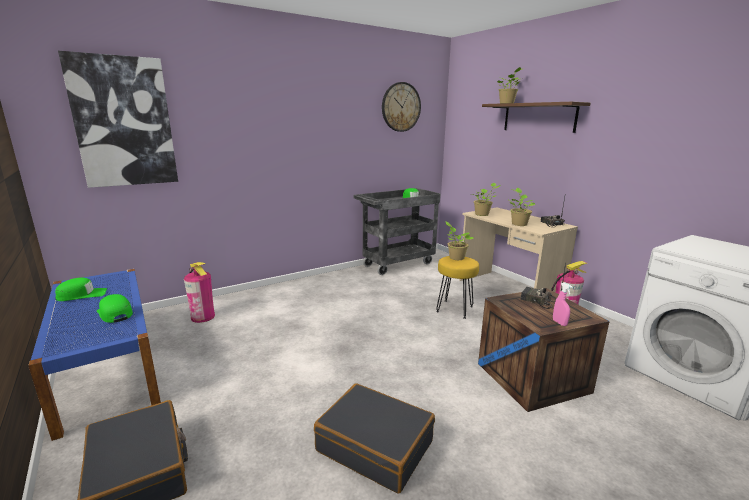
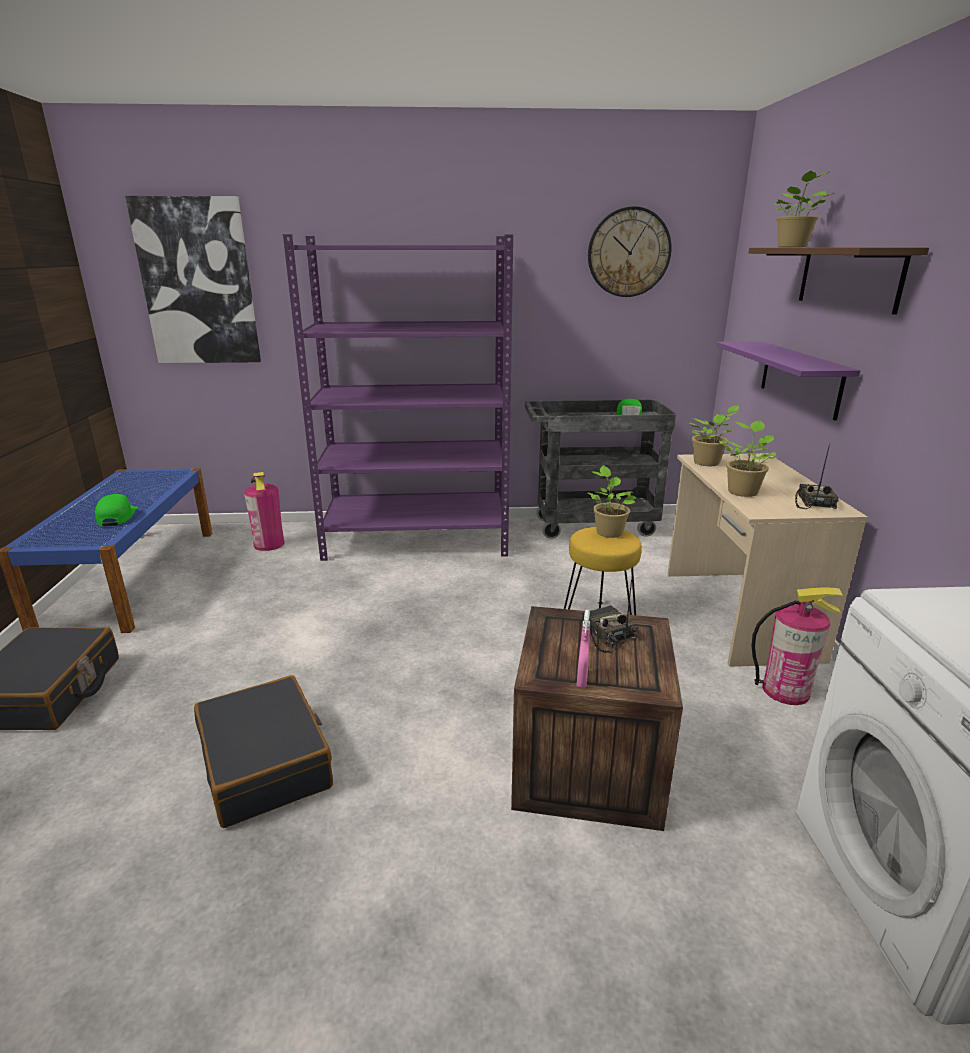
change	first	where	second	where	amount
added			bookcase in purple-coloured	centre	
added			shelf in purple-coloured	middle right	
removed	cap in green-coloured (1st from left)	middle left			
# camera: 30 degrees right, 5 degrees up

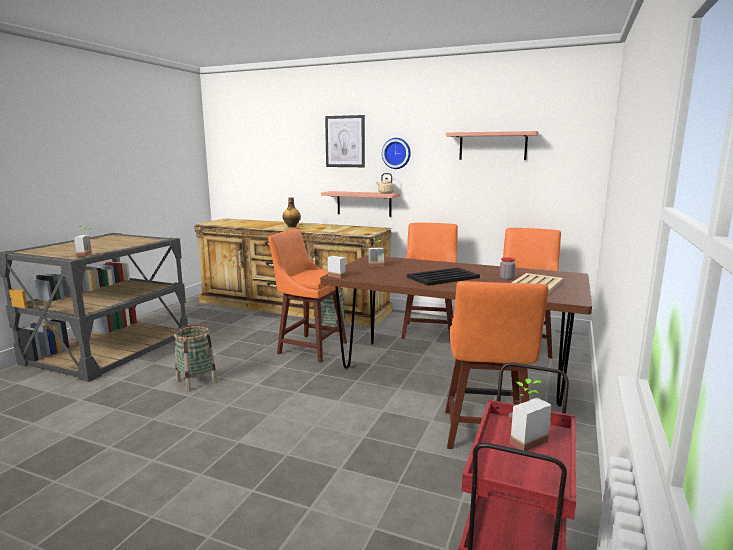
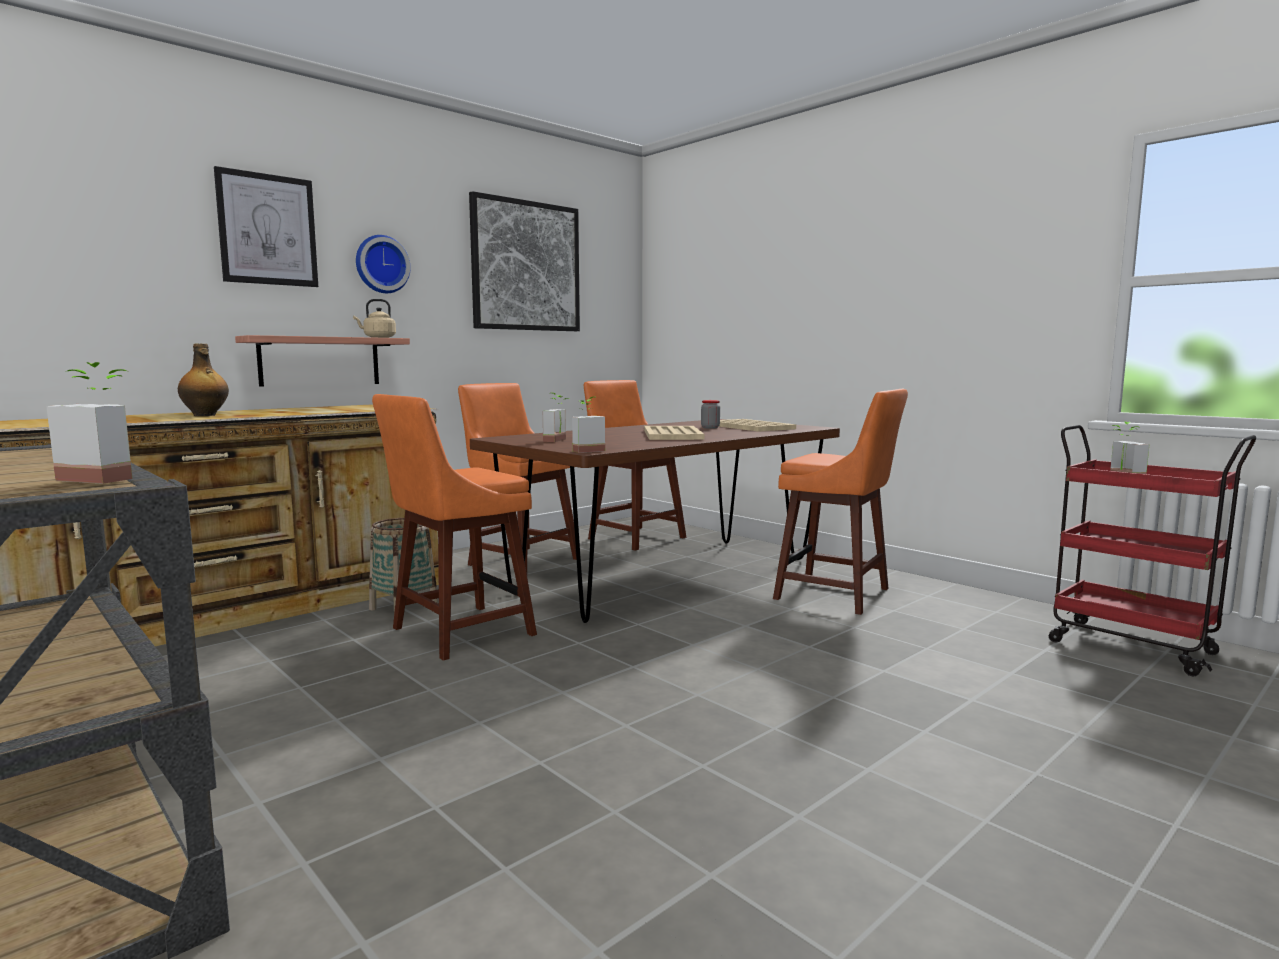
change	first	where	second	where	amount
replaced	shelf (2nd from left)	top right	wall art (2nd from left)	top centre	
recoloured	carrying tray in black-coloured	centre	carrying tray in sand-coloured (1st from left)	centre	
removed	basket (1st from left)	middle left			
# camera: 65 degrees left, 5 degrees down

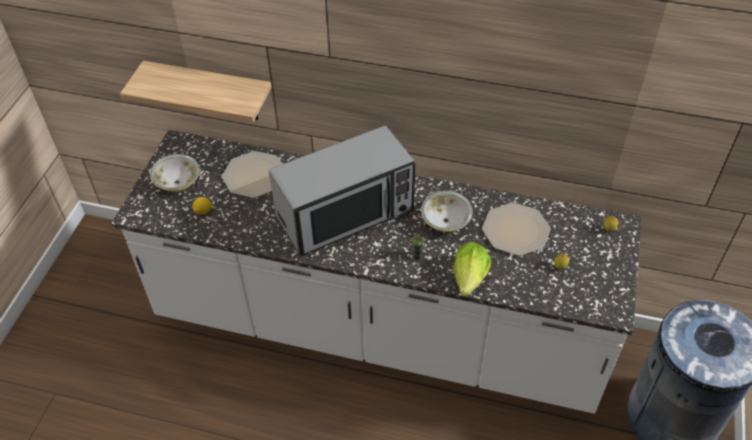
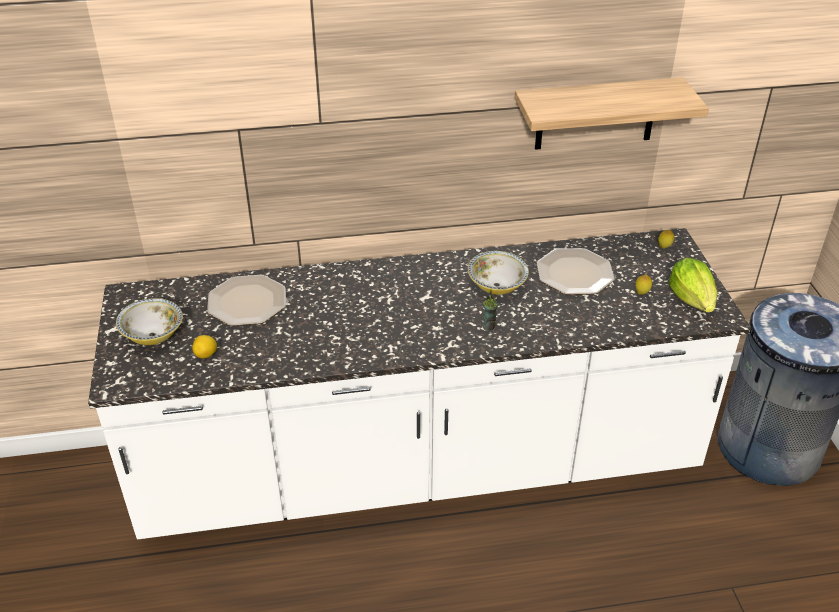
change	first	where	second	where	amount
moved	shelf	top left		top right	
moved	lettuce	centre		middle right	
removed	kitchen microwave	centre			
# camera: 25 degrees left, 10 degrees down

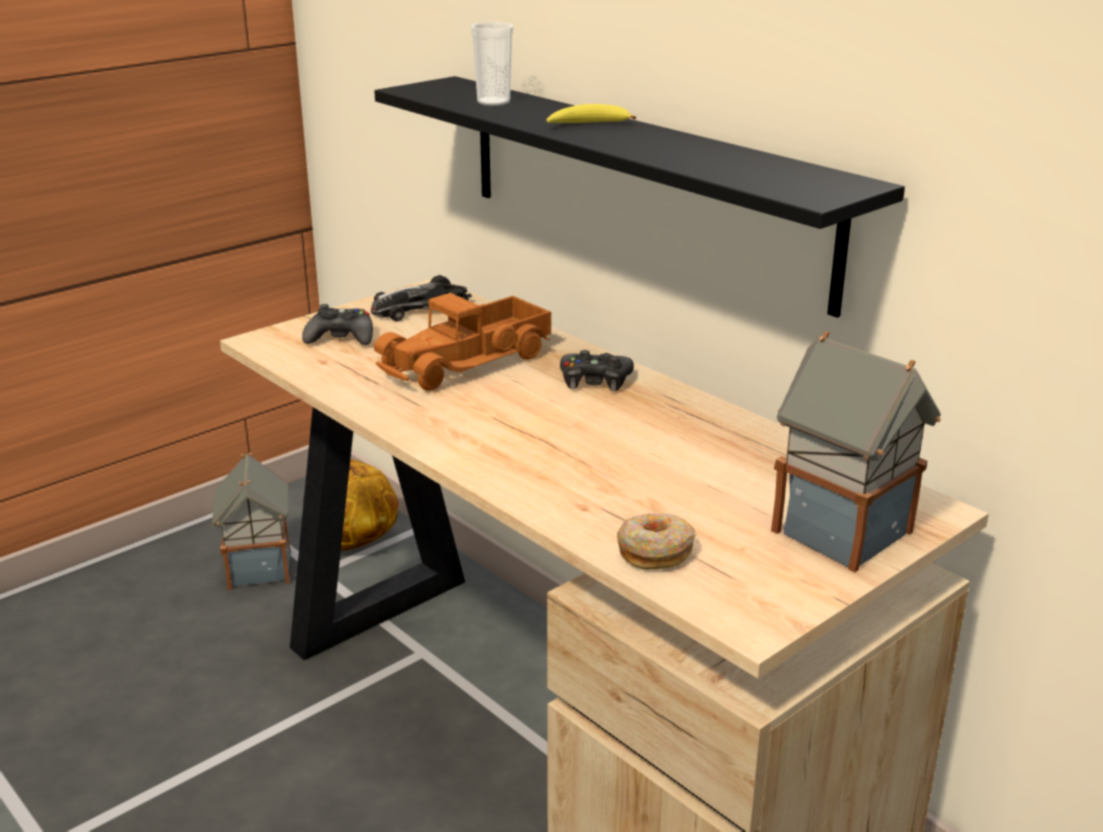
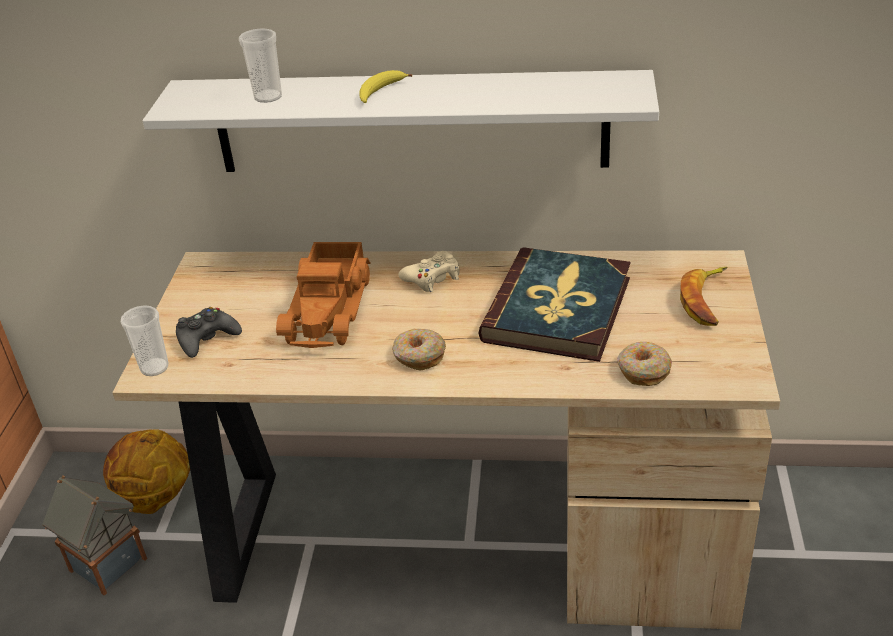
change	first	where	second	where	amount
added			cup (1st from left)	middle left	
recoloured	shelf in black-coloured	top centre	shelf in whitish	top centre	
added			donut (1st from left)	centre	
recoloured	game controller in black-coloured (2nd from left)	centre	game controller in sand-coloured	centre	
added			bound book	centre	
replaced	miniature house (2nd from left)	middle right	banana (2nd from left)	middle right	
removed	model car	centre			
# camera: 40 degrees left, 10 degrees up

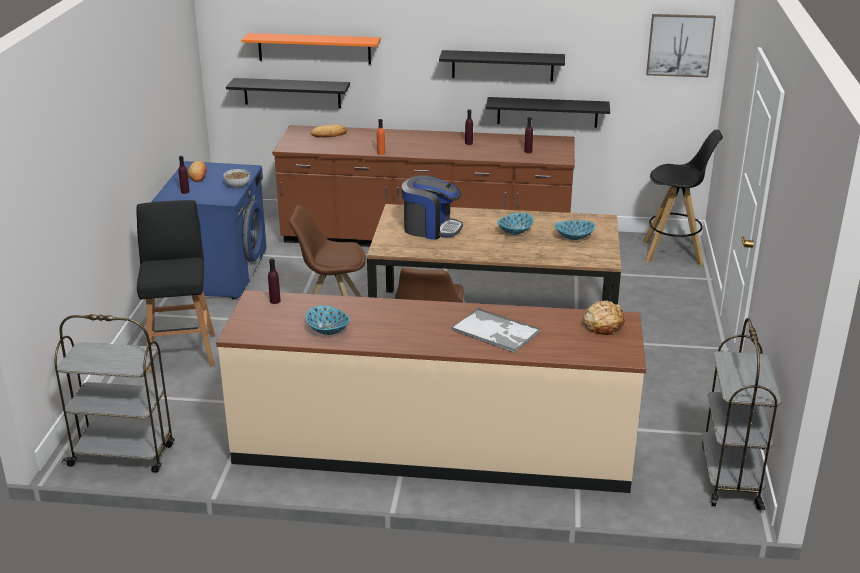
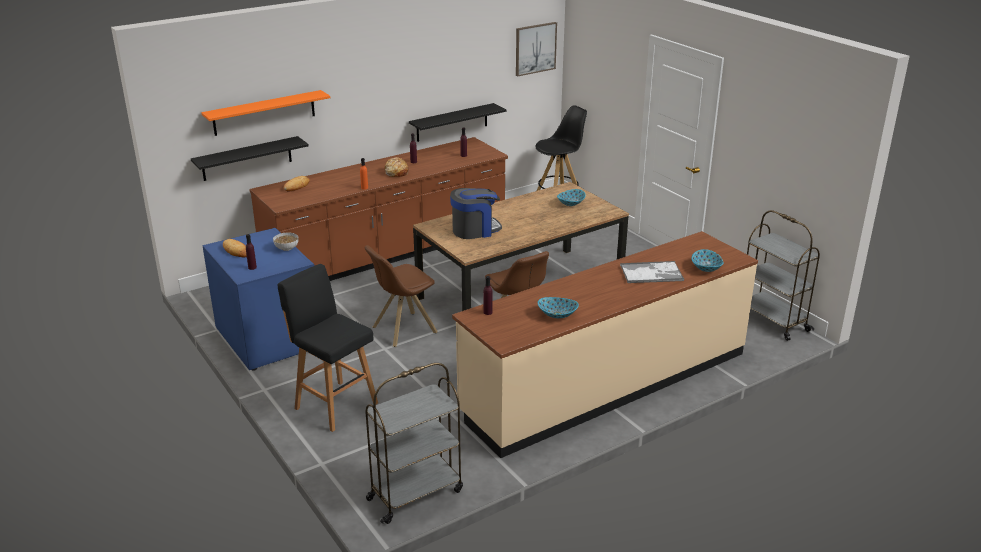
change	first	where	second	where	amount
moved	bakery bread (3rd from left)	middle right		top centre	
moved	deep dish (3rd from left in the first image)	centre	deep dish (4th from left)	middle right	
removed	shelf in black-coloured (2nd from left)	top centre			
# camera: 40 degrees left, 0 degrees up

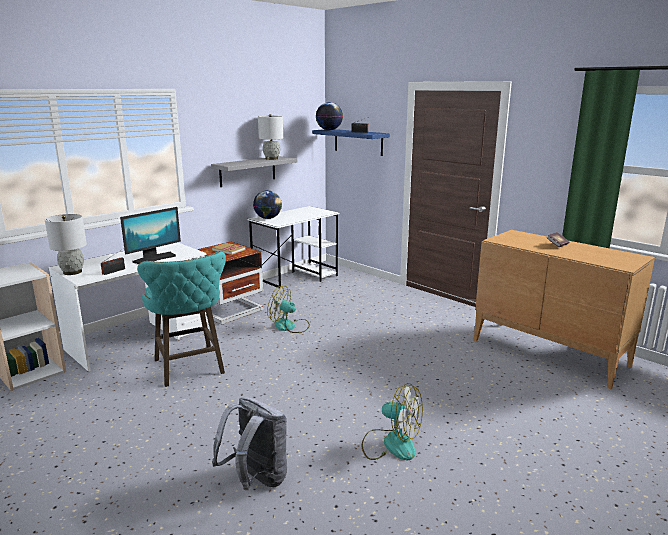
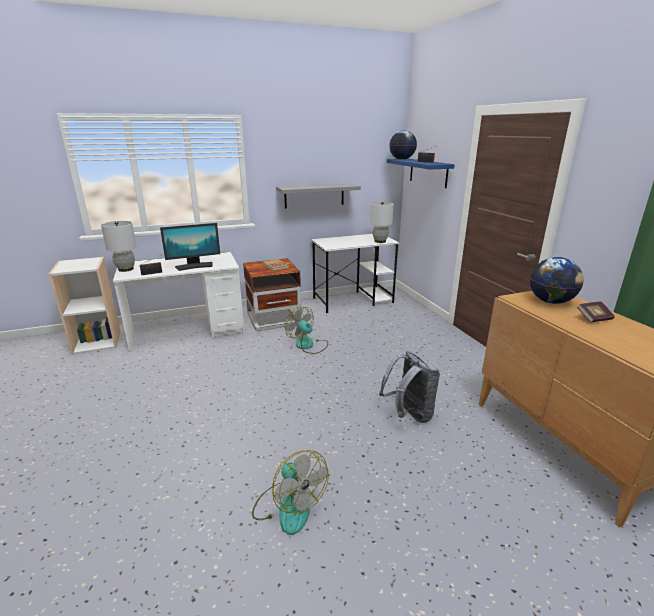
change	first	where	second	where	amount
moved	tabletop lamp in whitish (2nd from left)	top centre		centre	
moved	rucksack in greyish	bottom centre		centre	
moved	desk globe (1st from left in the first image)	centre	desk globe (2nd from left)	middle right	
removed	stool in turquoise-coloured	middle left			
# camera: 25 degrees right, 5 degrees up

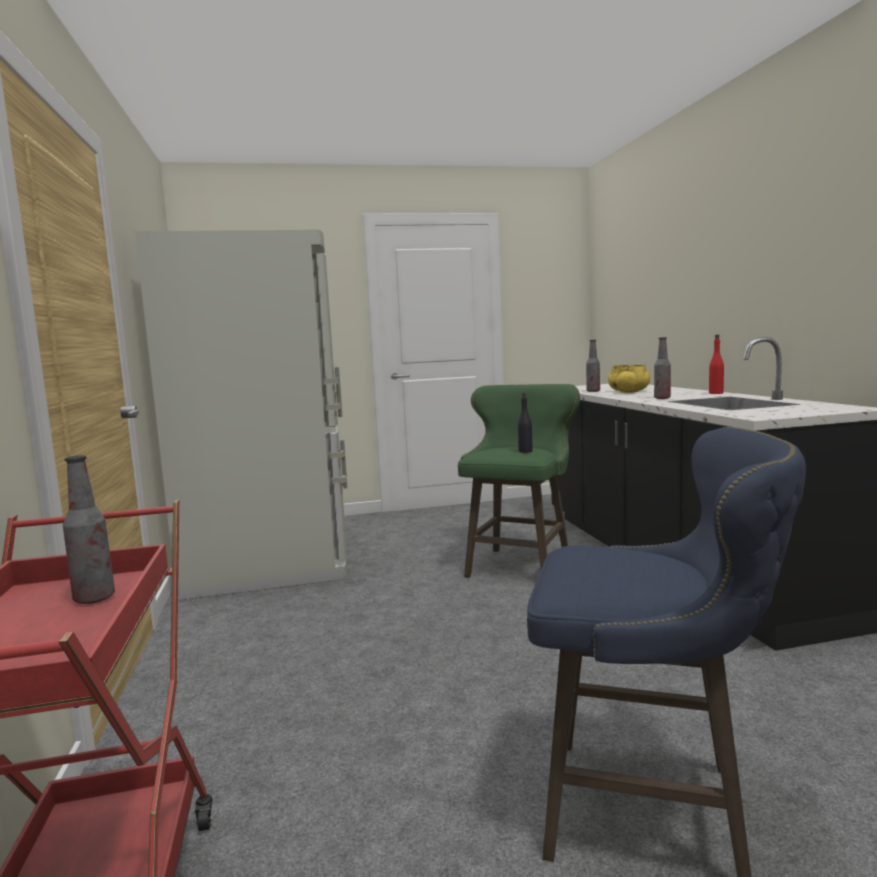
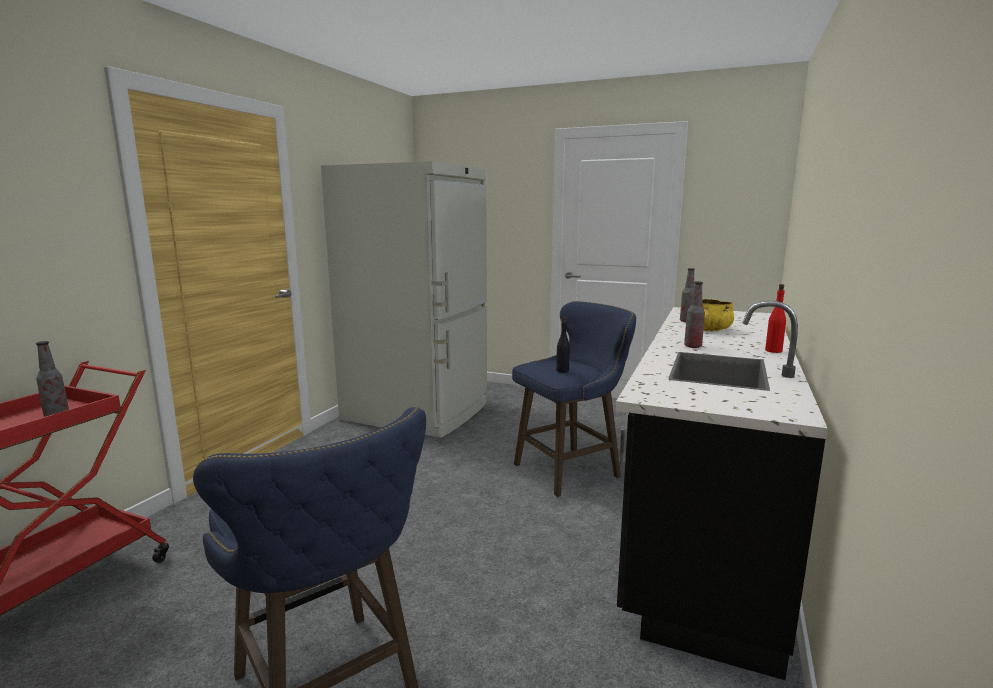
change	first	where	second	where	amount
recoloured	stool in green-coloured	centre	stool in blue-coloured (2nd from left)	centre	
# camera: 35 degrees right, 5 degrees up

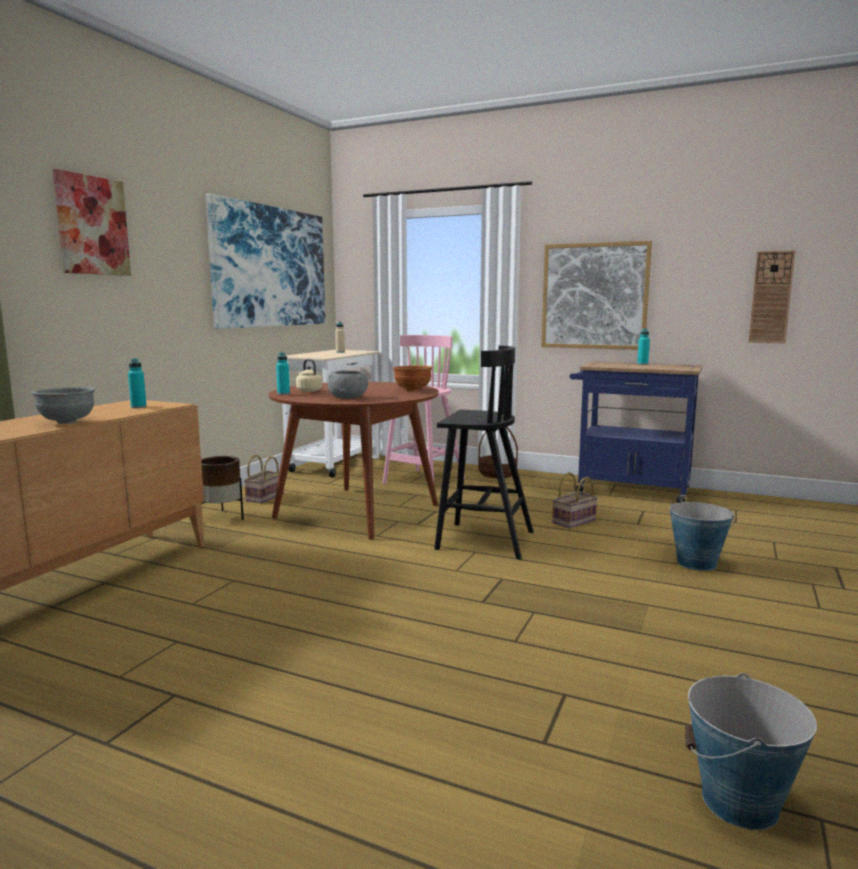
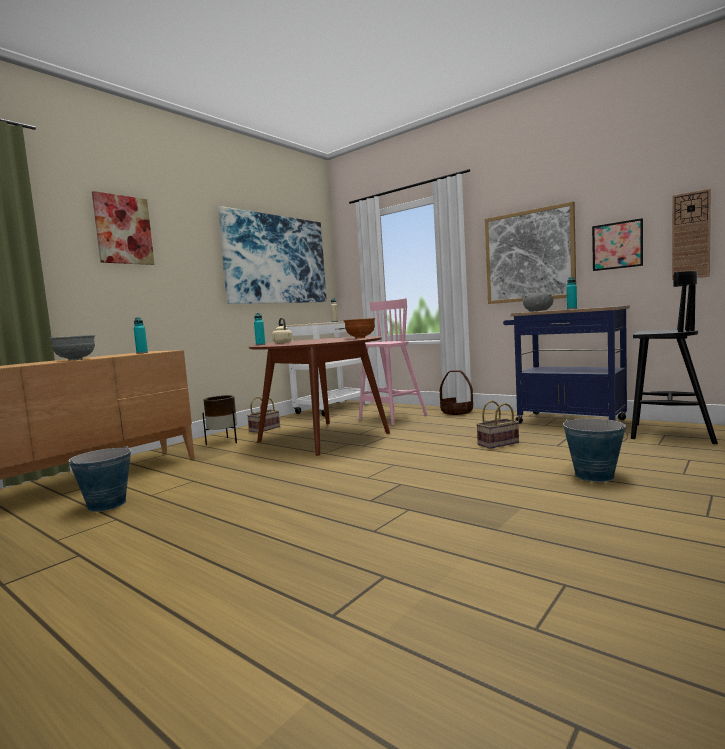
change	first	where	second	where	amount
moved	pail (2nd from left in the first image)	bottom right	pail (1st from left)	middle left	
moved	deep dish in greyish (2nd from left)	centre		middle right	
added			wall art (4th from left)	top right	
moved	stool in black-coloured	centre		middle right	
# camera: 15 degrees right, 5 degrees down

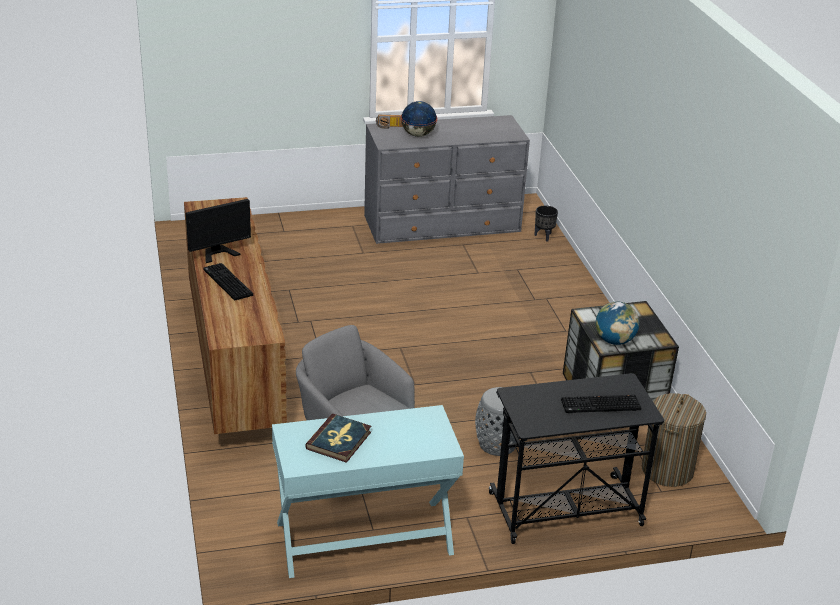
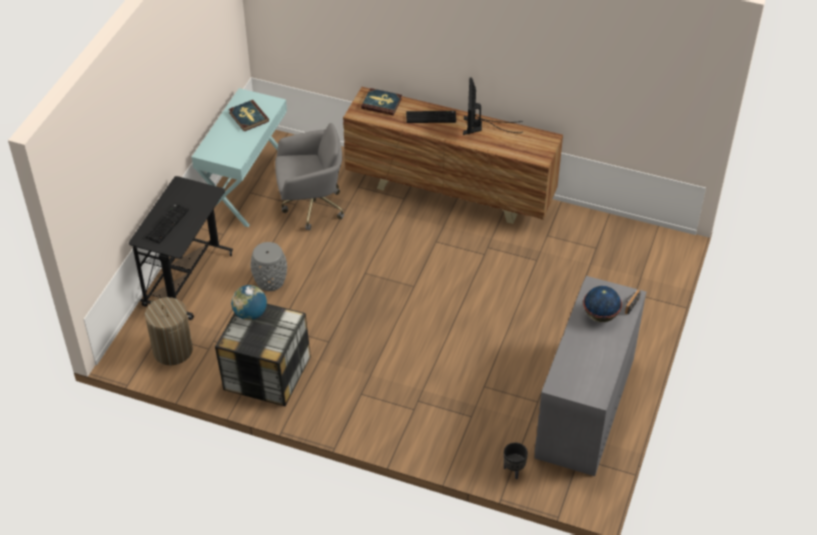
change	first	where	second	where	amount
added			bound book (2nd from left)	top centre	
# camera: 125 degrees right, 15 degrees up

